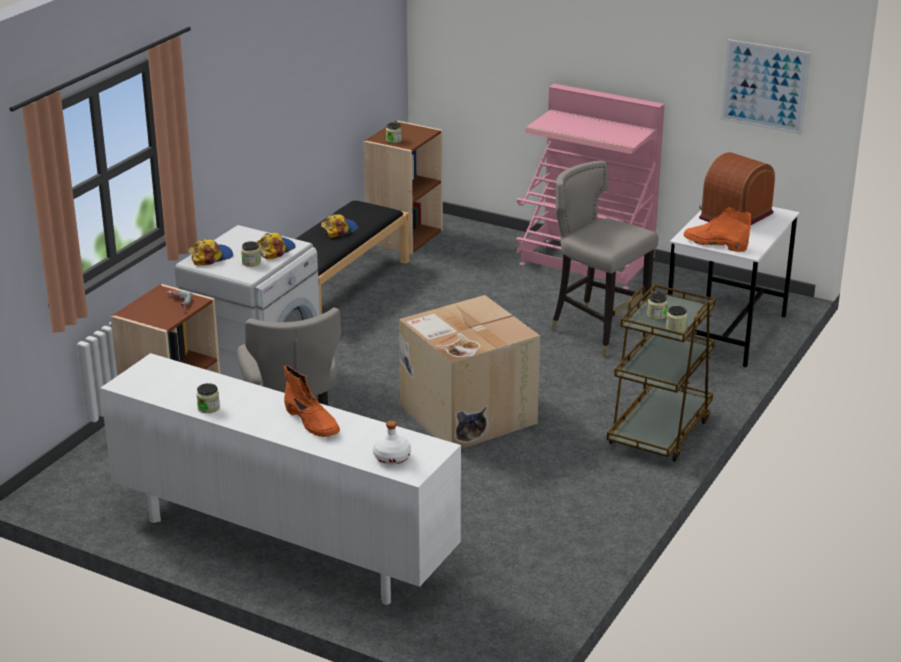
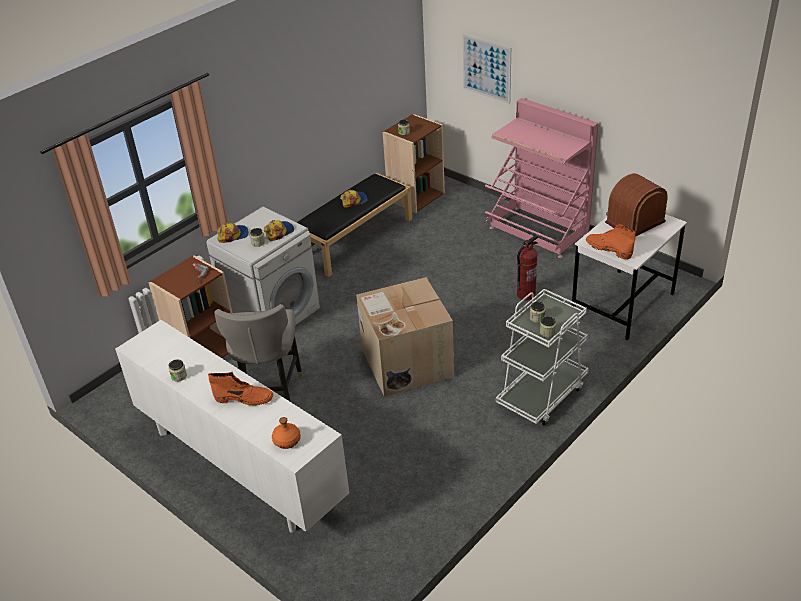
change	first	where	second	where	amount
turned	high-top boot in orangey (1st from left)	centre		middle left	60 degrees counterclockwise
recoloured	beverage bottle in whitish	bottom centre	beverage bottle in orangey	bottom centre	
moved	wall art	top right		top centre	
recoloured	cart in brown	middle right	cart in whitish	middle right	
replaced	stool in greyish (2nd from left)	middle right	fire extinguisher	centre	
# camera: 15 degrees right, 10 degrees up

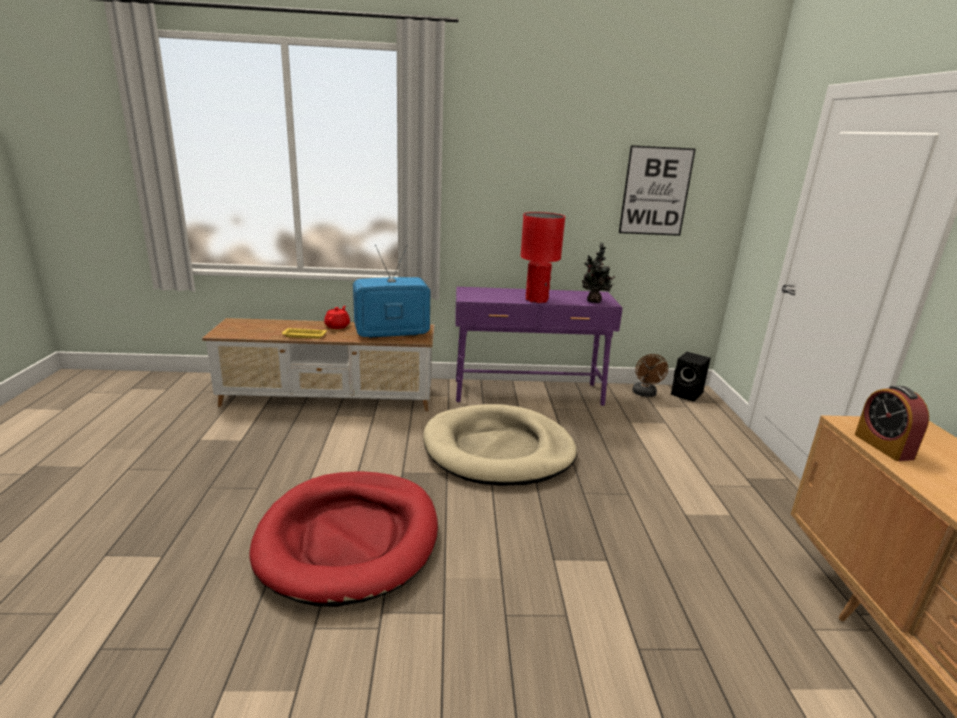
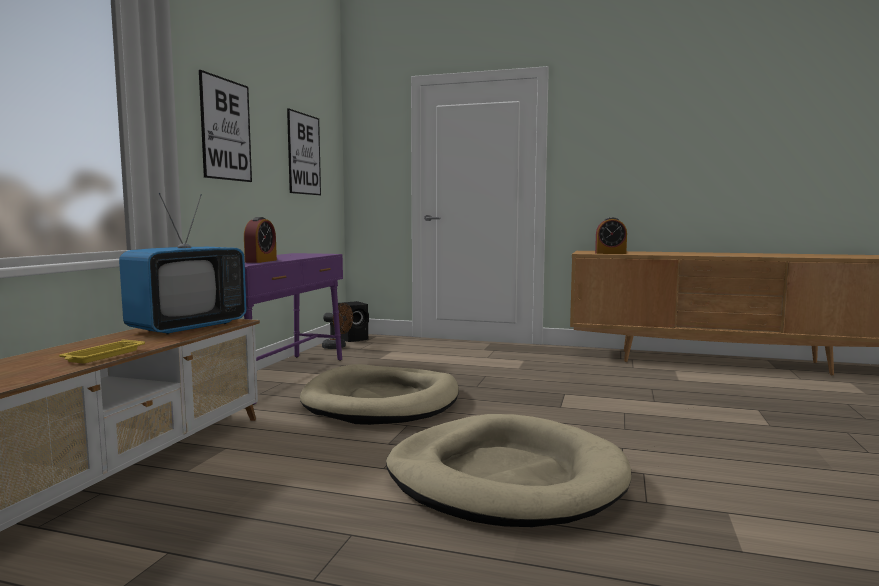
change	first	where	second	where	amount
turned	TV set	centre		middle left	150 degrees counterclockwise
added			wall art (1st from left)	top left	
added			bedside clock (1st from left)	middle left	
recoloured	dog bed in red	bottom centre	dog bed in sand-coloured (2nd from left)	bottom centre	
removed	tea pot in red	centre			
removed	tabletop lamp in red	centre			
removed	potted plant	centre			
# camera: 70 degrees left, 15 degrees down

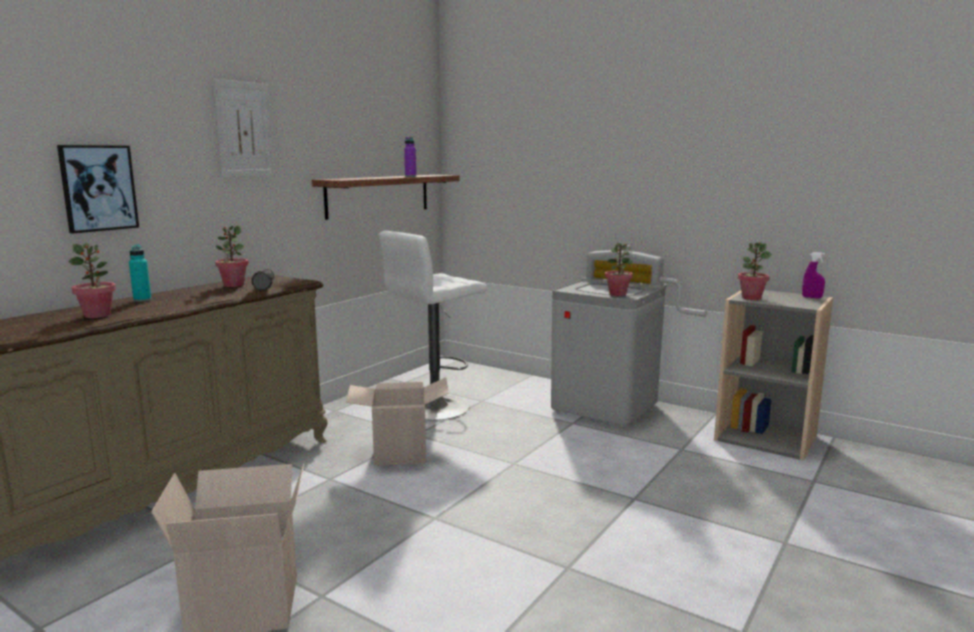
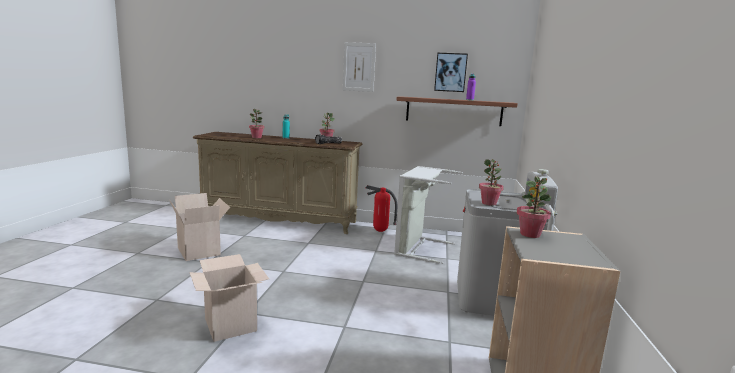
change	first	where	second	where	amount
moved	cardboard box (2nd from left)	centre		bottom left	
added			fire extinguisher	centre	
replaced	stool in whitish	centre	laundry basket in greyish	centre	
moved	wall art (1st from left in the first image)	top left	wall art (2nd from left)	top centre	
removed	hand sprayer in purple-coloured	middle right			
# camera: 65 degrees right, 0 degrees up

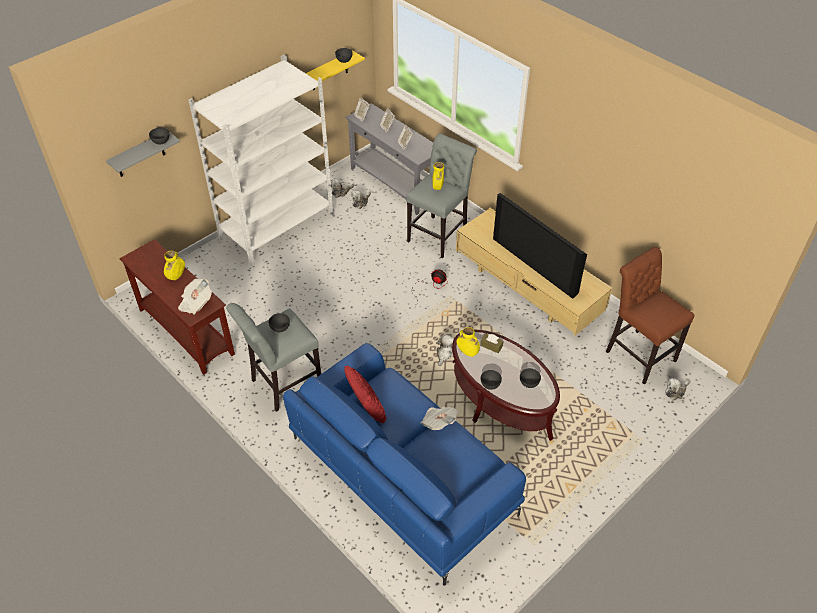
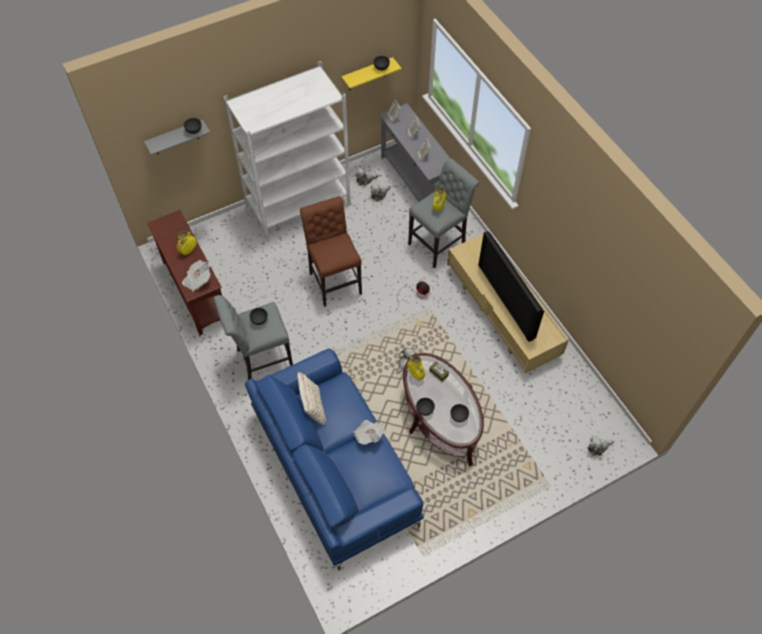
change	first	where	second	where	amount
recoloured	pillow in red	centre	pillow in sand-coloured	centre	
moved	stool in brown	middle right		centre	
# camera: 15 degrees right, 10 degrees up

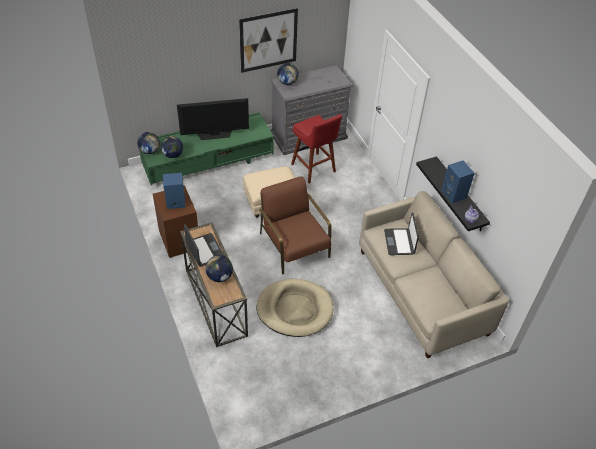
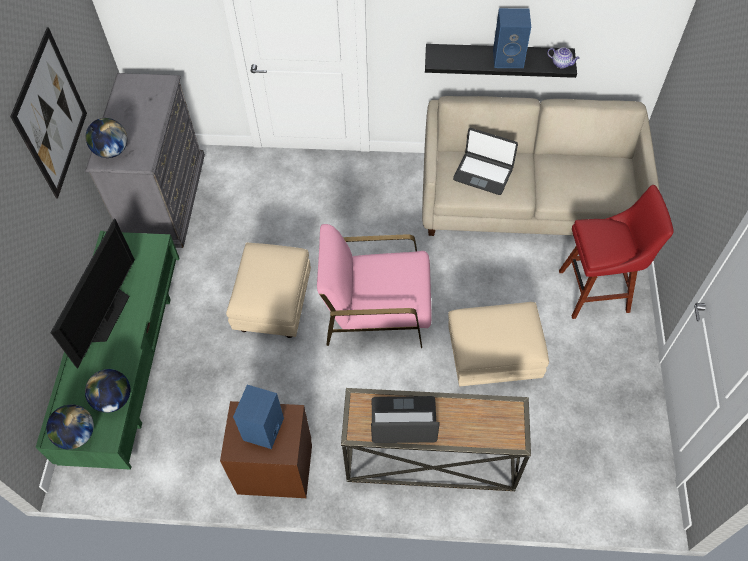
change	first	where	second	where	amount
recoloured	lounge chair in brown	centre	lounge chair in pink	centre	
replaced	dog bed in sand-coloured	bottom centre	ottoman in sand-coloured (2nd from left)	centre	
moved	stool in red	top centre		middle right	
removed	desk globe (3rd from left)	centre			
# camera: 60 degrees left, 10 degrees up

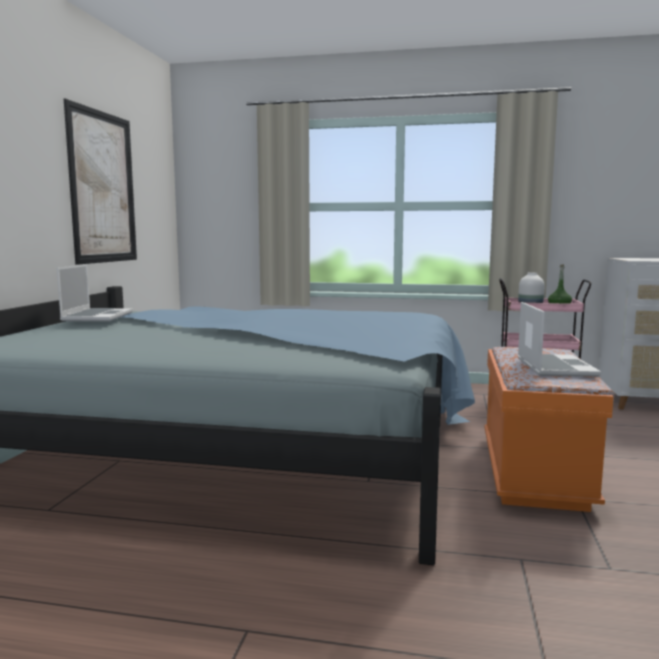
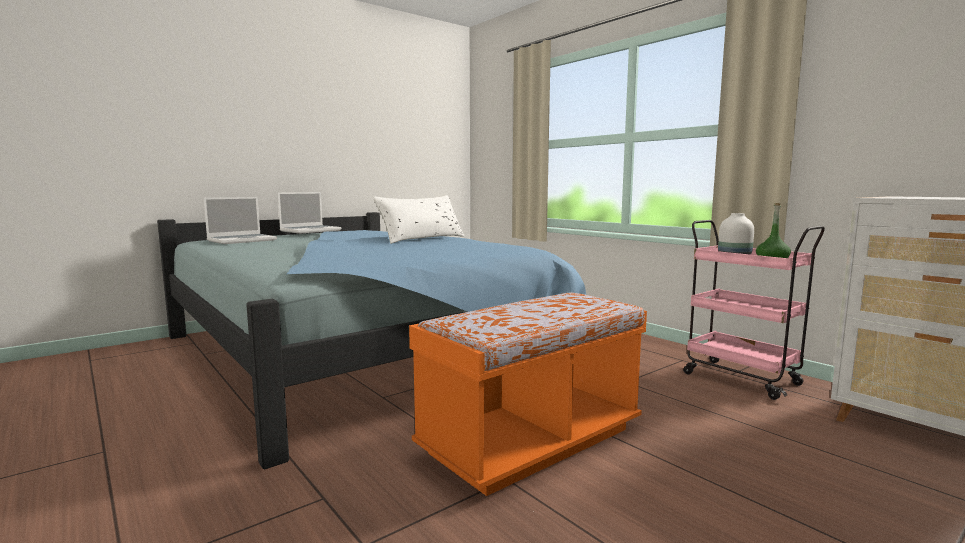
change	first	where	second	where	amount
moved	portable computer (2nd from left in the first image)	middle right	portable computer (1st from left)	middle left	
added			pillow in whitish	centre	
removed	wall art	top left			
# camera: 40 degrees right, 0 degrees up

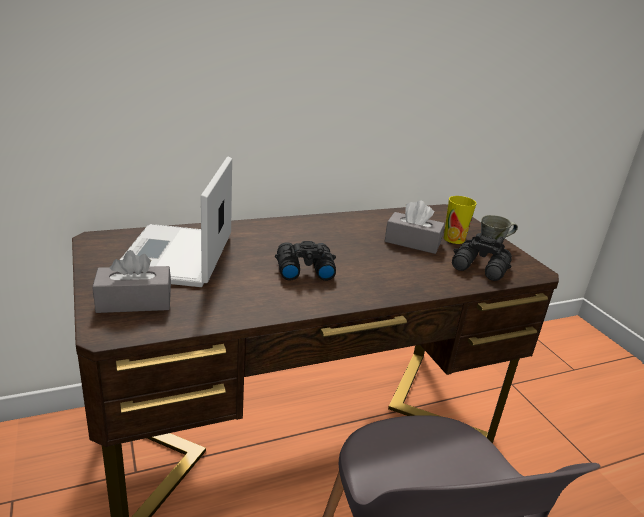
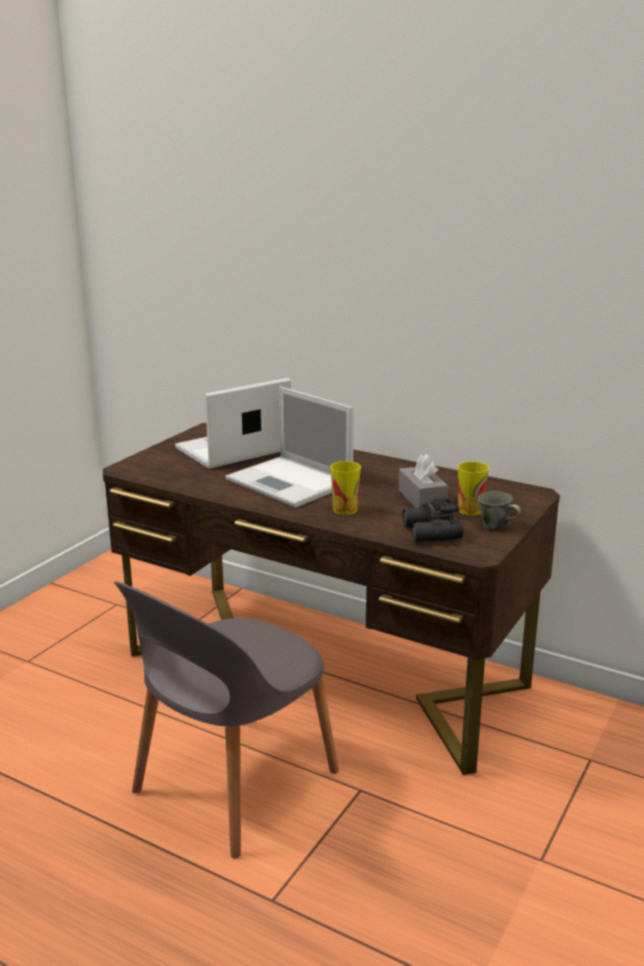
change	first	where	second	where	amount
replaced	pair of binoculars in black-coloured (1st from left)	centre	portable computer (2nd from left)	centre	
added			cup (1st from left)	centre	
removed	tissue holder in greyish (1st from left)	middle left			
# camera: 55 degrees right, 5 degrees down

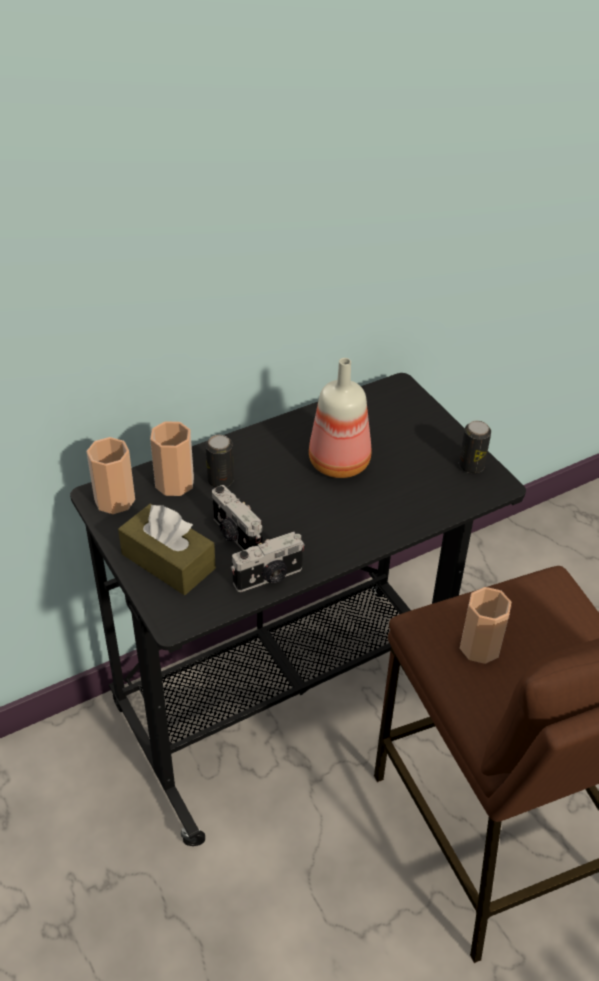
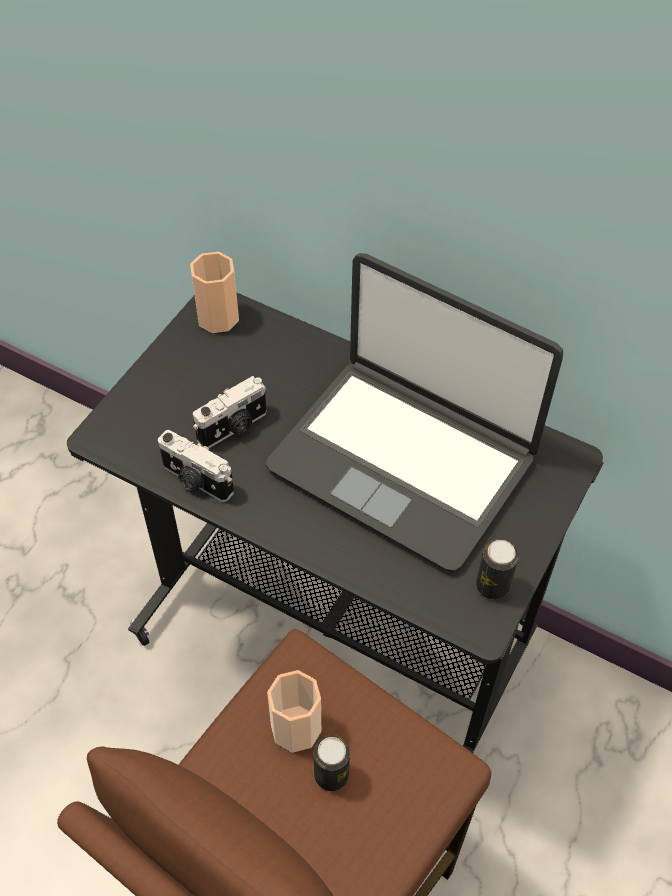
change	first	where	second	where	amount
turned	still camera (1st from left in the first image)	centre	still camera (2nd from left)	centre	150 degrees counterclockwise
replaced	beverage bottle	centre	portable computer	centre	
moved	metal can (1st from left)	centre		bottom centre	
removed	tissue holder in brown	middle left			
removed	cup (2nd from left)	middle left			
# camera: 60 degrees right, 10 degrees up

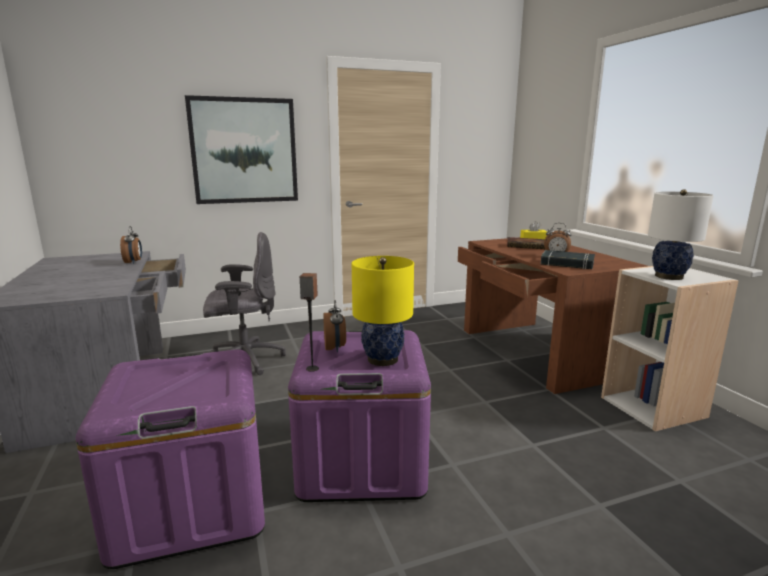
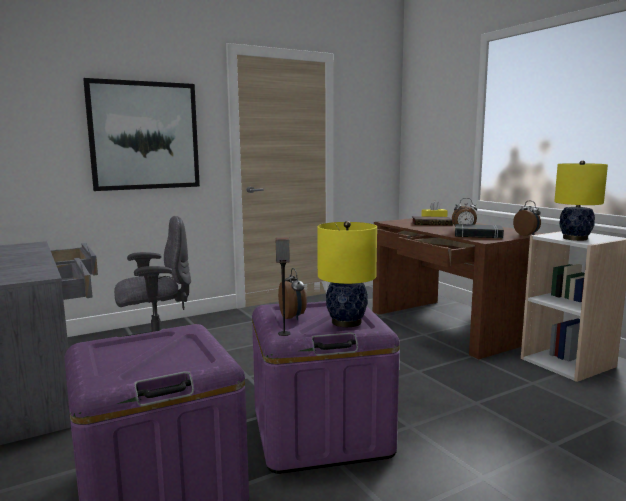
change	first	where	second	where	amount
moved	bedside clock (1st from left in the first image)	middle left	bedside clock (3rd from left)	middle right	
recoloured	tabletop lamp in whitish	middle right	tabletop lamp in yellowish (2nd from left)	middle right	
# camera: 10 degrees left, 5 degrees down

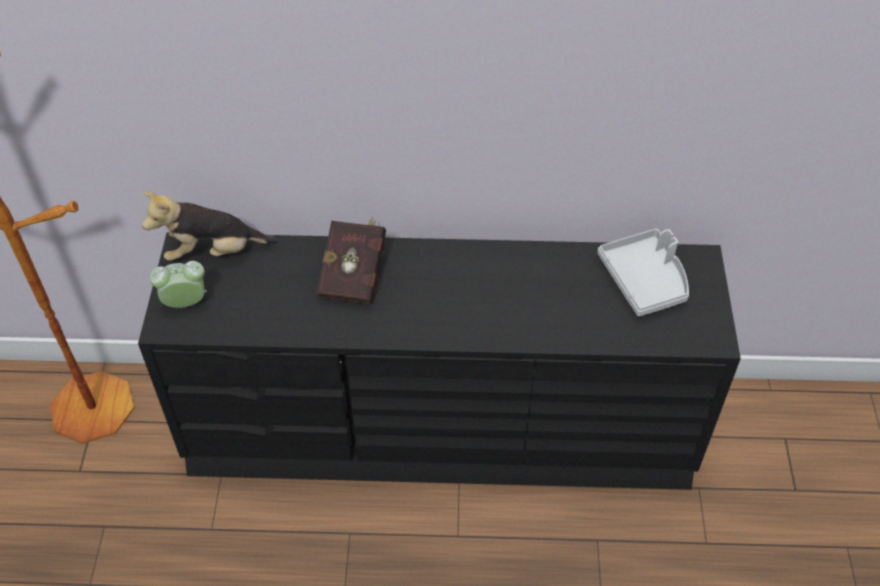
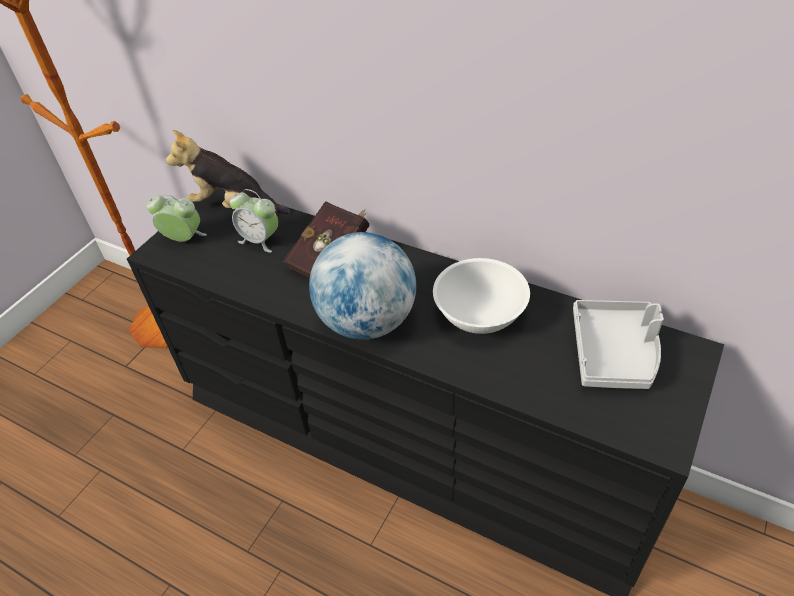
change	first	where	second	where	amount
added			bedside clock (2nd from left)	middle left	
added			desk globe	centre	
added			deep dish in whitish	centre	
# camera: 30 degrees right, 5 degrees down

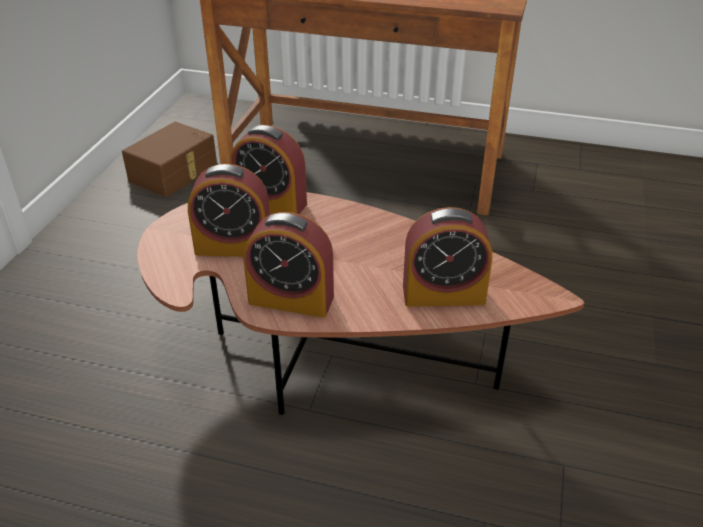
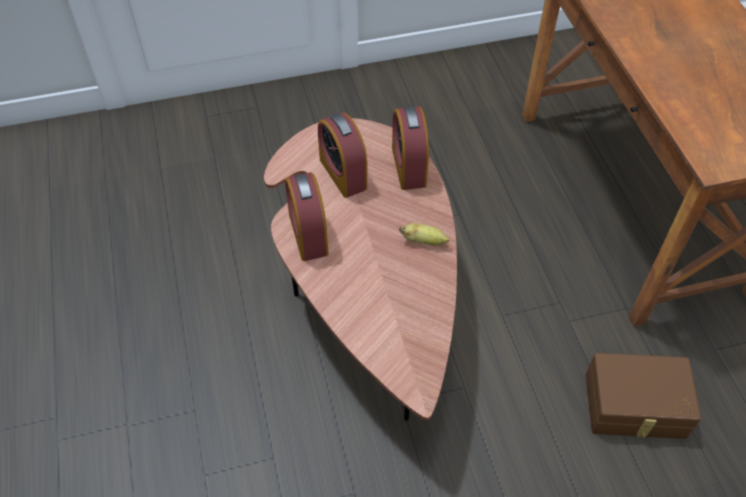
change	first	where	second	where	amount
added			banana	centre	
moved	storage box in brown	top left		bottom right	
removed	bedside clock (4th from left)	centre			
# camera: 60 degrees right, 15 degrees up

